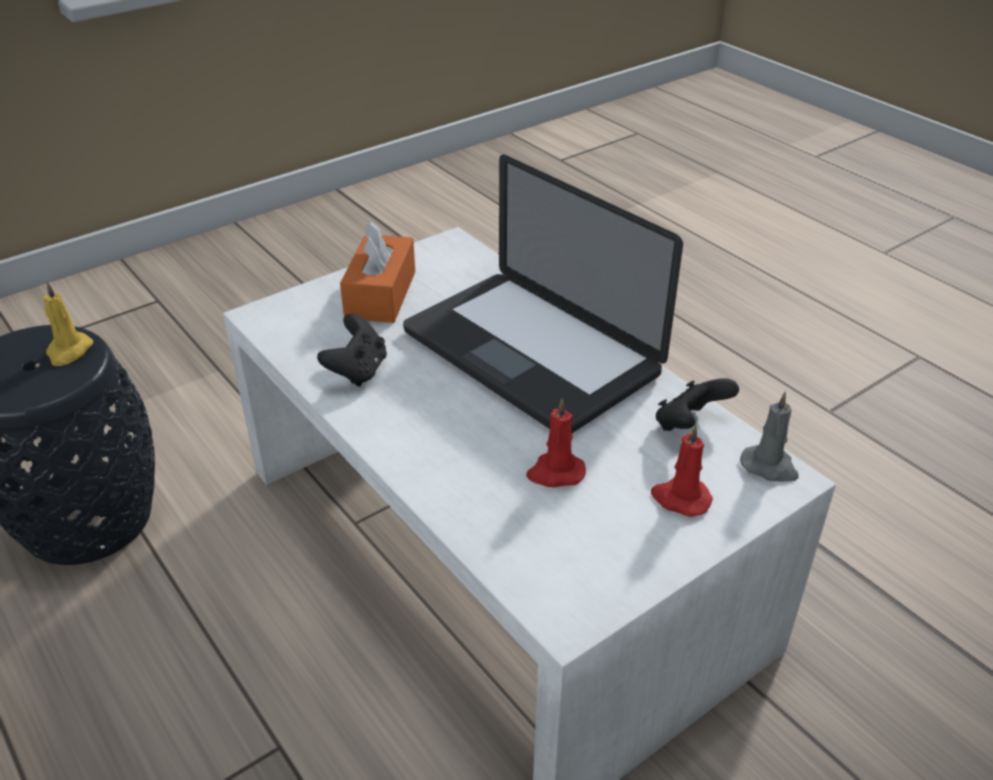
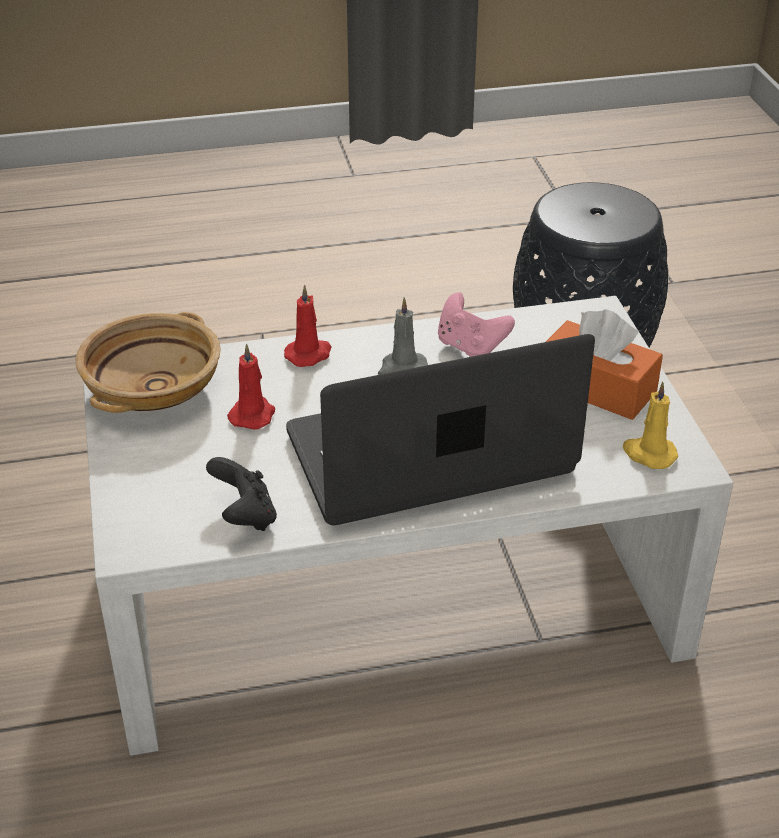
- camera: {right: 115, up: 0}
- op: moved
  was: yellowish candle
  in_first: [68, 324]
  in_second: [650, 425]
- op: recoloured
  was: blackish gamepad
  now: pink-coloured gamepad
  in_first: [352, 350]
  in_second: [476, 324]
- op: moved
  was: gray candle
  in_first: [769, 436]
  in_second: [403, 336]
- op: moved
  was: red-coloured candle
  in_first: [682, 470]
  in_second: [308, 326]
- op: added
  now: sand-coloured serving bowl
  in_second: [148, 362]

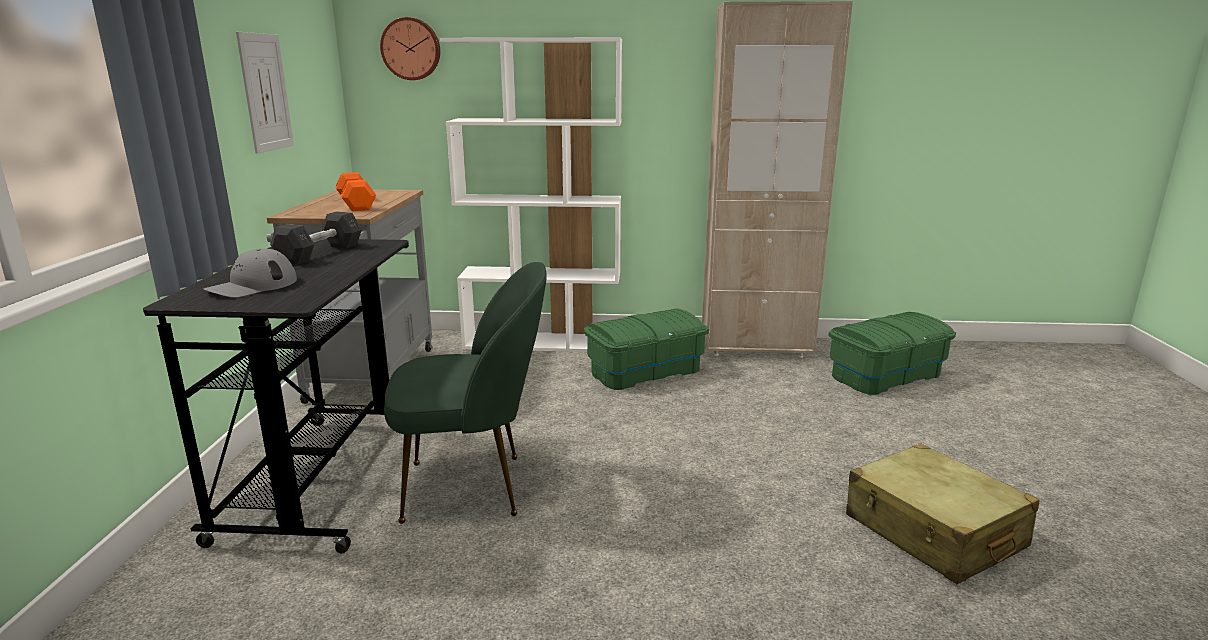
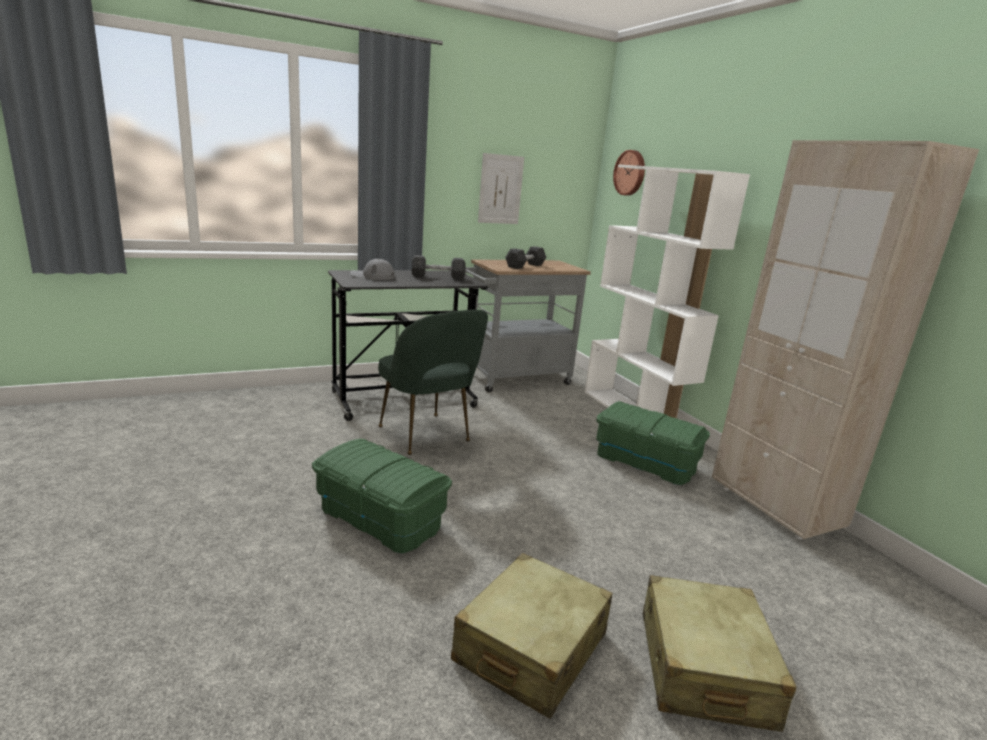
- camera: {right: 60, up: 0}
- op: recoloured
  was: orangey hand weight
  now: gray hand weight
  in_first: [355, 191]
  in_second: [525, 257]
- op: moved
  was: green-coloured storage box
  in_first: [892, 353]
  in_second: [382, 496]
- op: added
  now: sand-coloured travel case
  in_second: [719, 653]

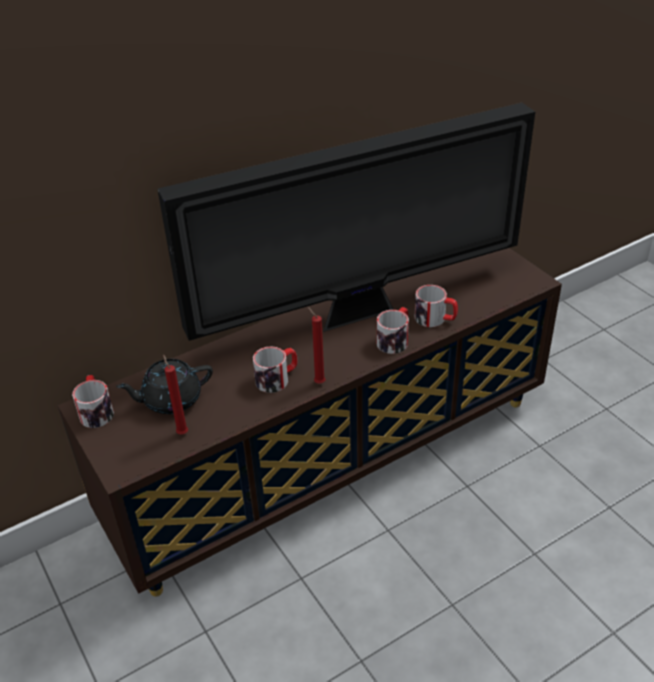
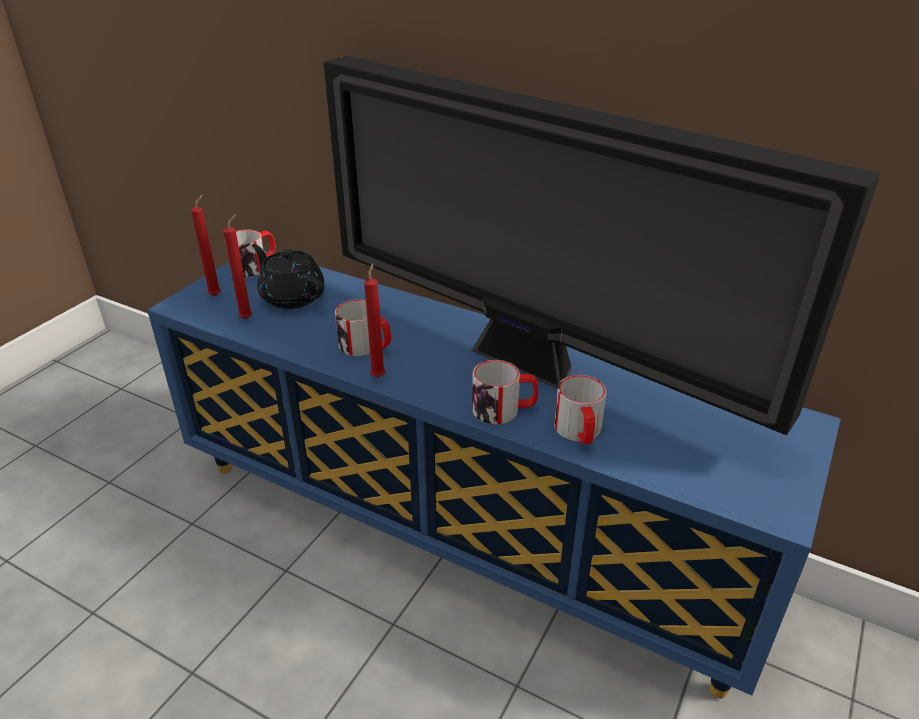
- camera: {right: 60, up: -5}
- op: recoloured
  was: brownish tv unit
  now: blue-coloured tv unit
  in_first: [310, 422]
  in_second: [494, 475]
- op: added
  now: red-coloured candle
  in_second: [206, 245]

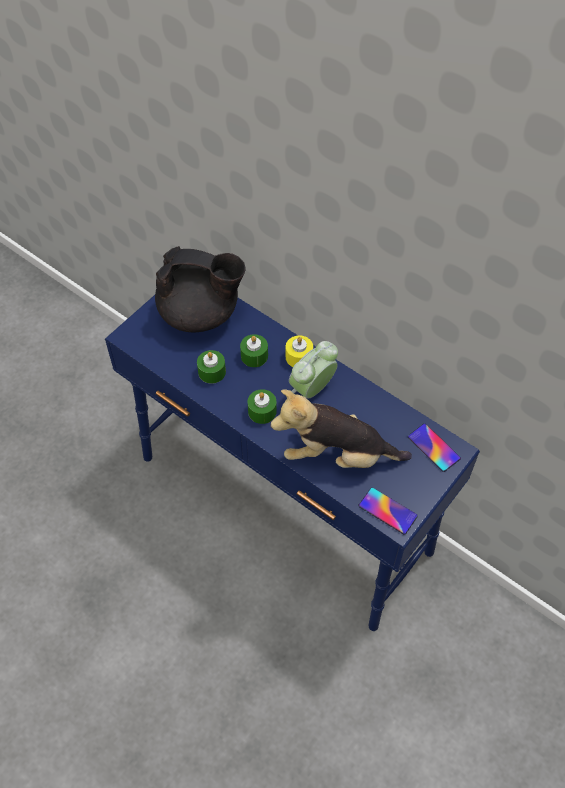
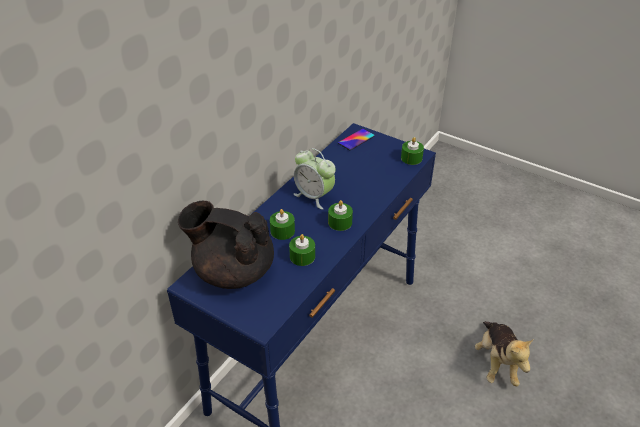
- camera: {right: -95, up: -15}
- op: turned
  was: blackish tea pot
  in_first: [200, 289]
  in_second: [226, 245]
  clockwise: -75
- op: removed
  was: yellowish candle
  in_first: [299, 351]
- op: moved
  was: soft toy
  in_first: [341, 428]
  in_second: [504, 353]
- op: replaced
  was: telephone
  now: green-coloured candle
  in_first: [388, 511]
  in_second: [412, 151]

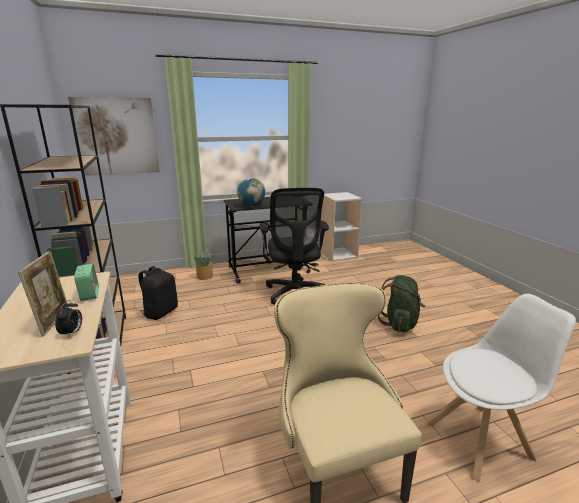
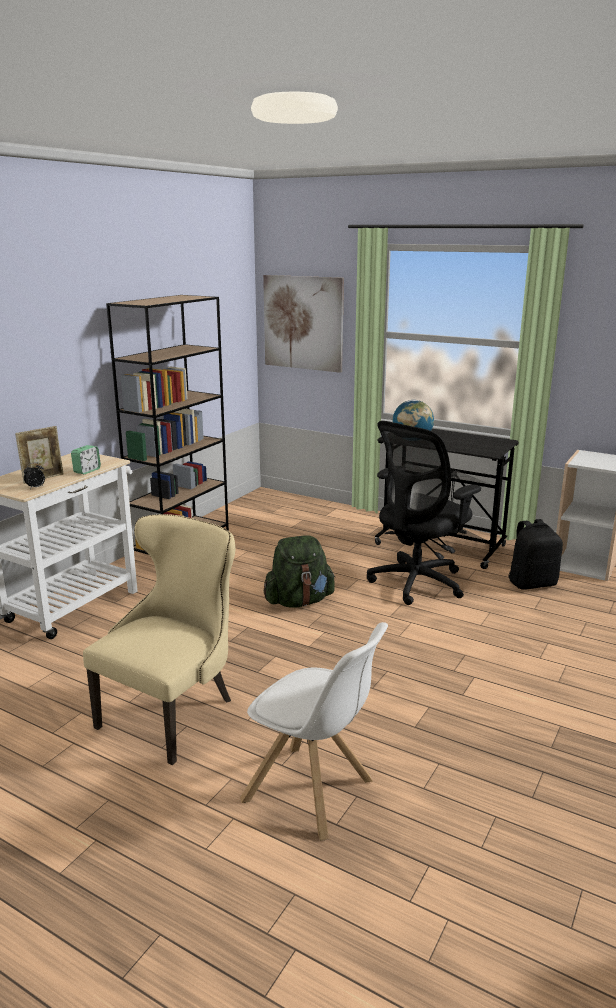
- camera: {right: 50, up: 0}
- op: removed
  was: plant in a pot
  in_first: [202, 265]
- op: moved
  was: blackish backpack
  in_first: [158, 293]
  in_second: [536, 554]
- op: moved
  was: green-coloured backpack
  in_first: [402, 303]
  in_second: [299, 571]

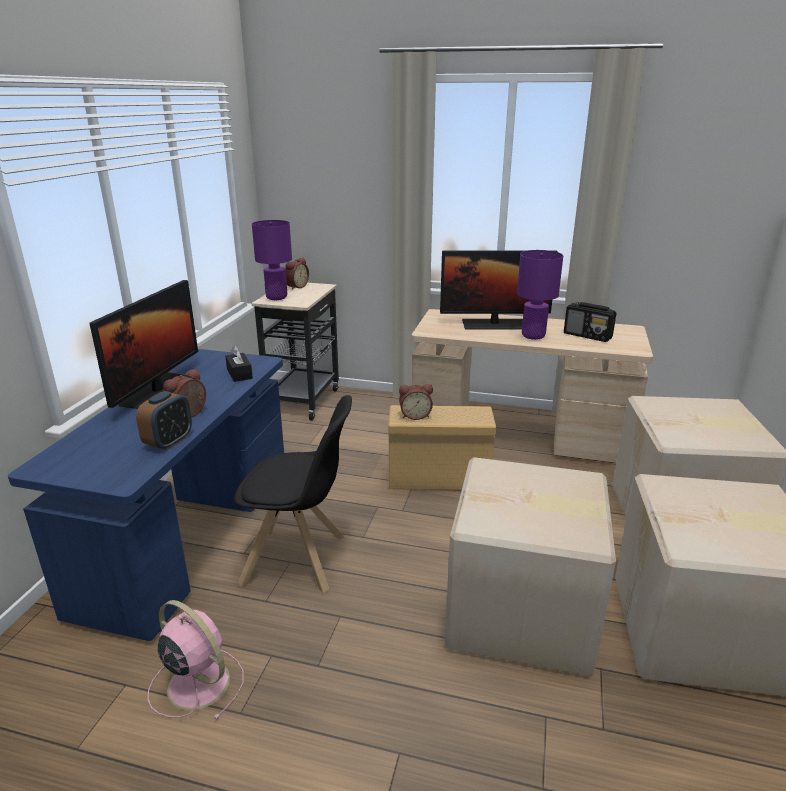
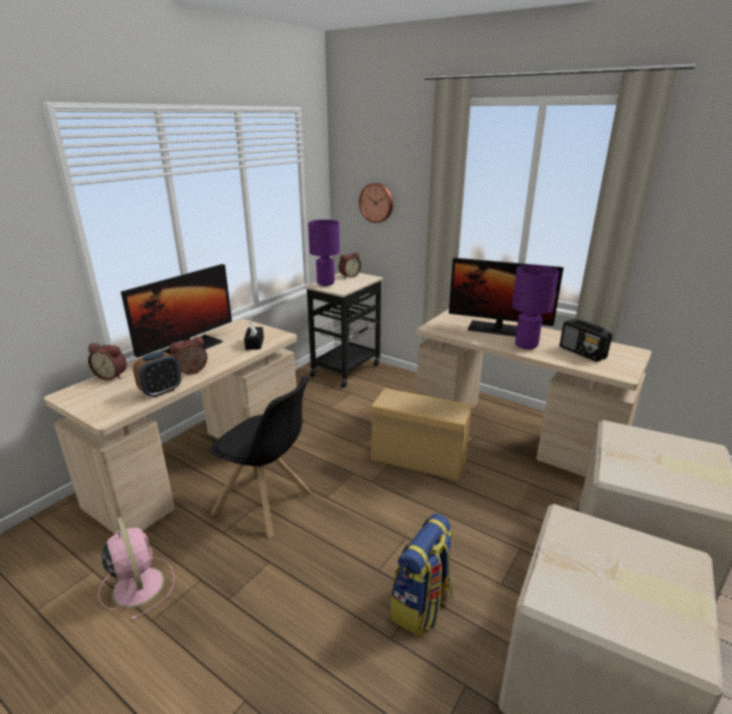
- camera: {right: 20, up: 0}
- op: recoloured
  was: blue-coloured desk table
  now: sand-coloured desk table
  in_first: [146, 495]
  in_second: [170, 426]
- op: moved
  was: alarm clock
  in_first: [416, 402]
  in_second: [107, 361]
- op: replaced
  was: carton
  now: backpack
  in_first: [530, 566]
  in_second: [422, 575]
- op: added
  now: hanging clock
  in_second: [376, 203]

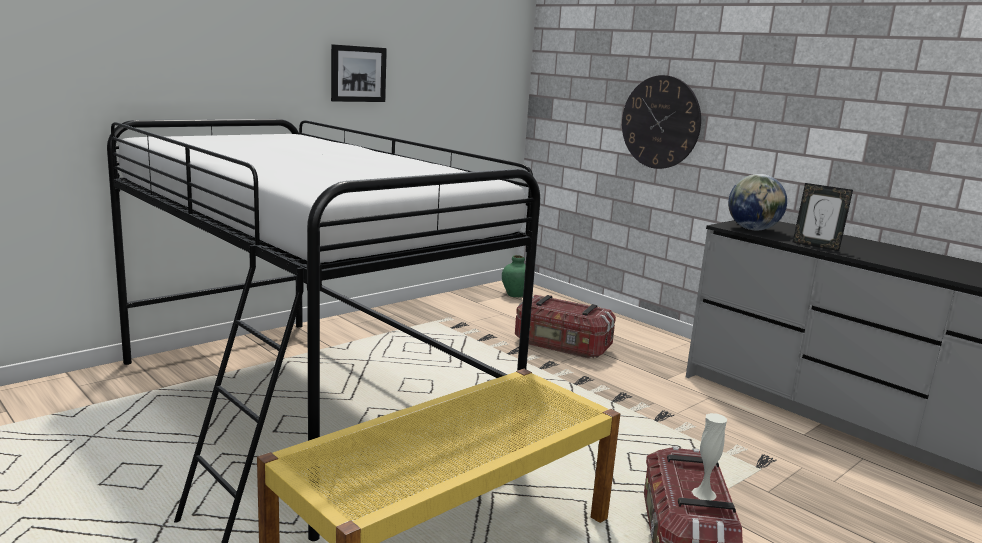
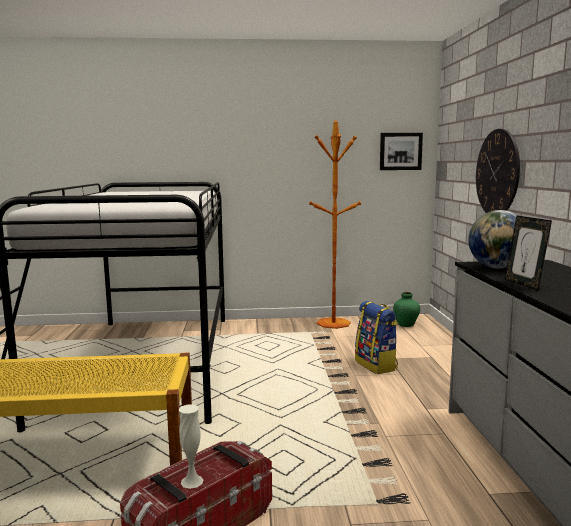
- camera: {right: 40, up: -5}
- op: moved
  was: wall art
  in_first: [359, 73]
  in_second: [401, 151]
- op: replaced
  was: storage box
  now: backpack
  in_first: [565, 327]
  in_second: [376, 337]
- op: added
  now: orangey garment stand
  in_second: [335, 224]

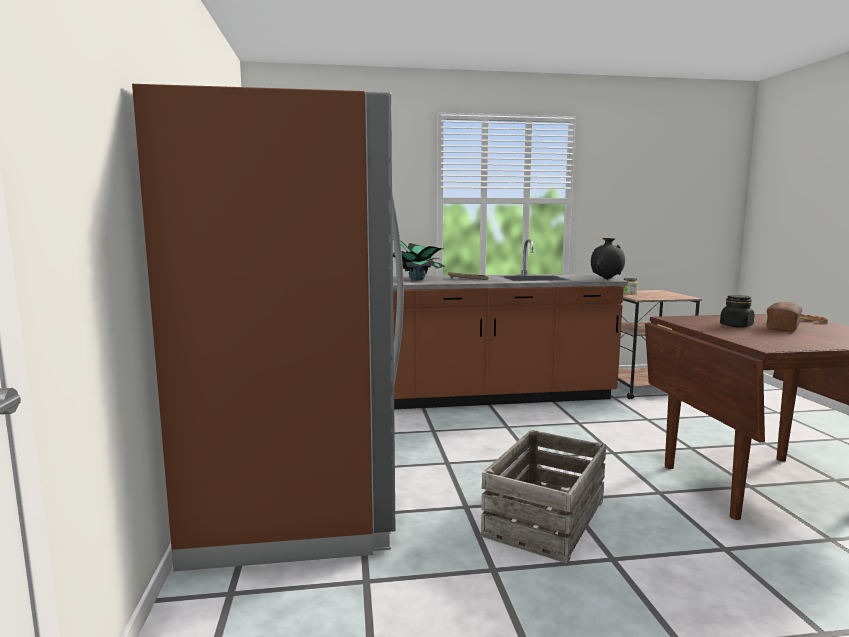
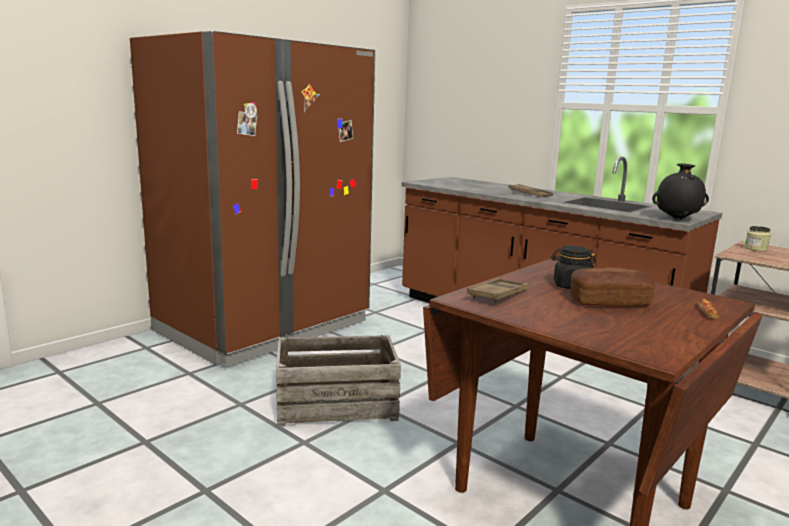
- camera: {right: 50, up: 5}
- op: removed
  was: plant in a pot
  in_first: [419, 260]
- op: added
  now: brownish carrying tray
  in_second: [498, 290]

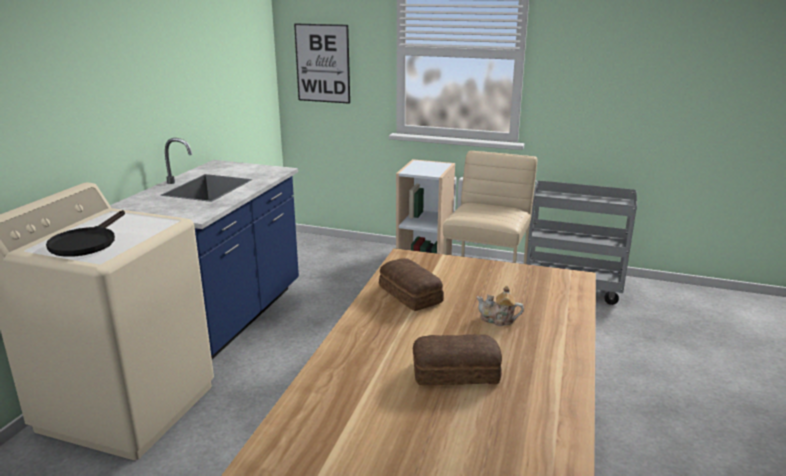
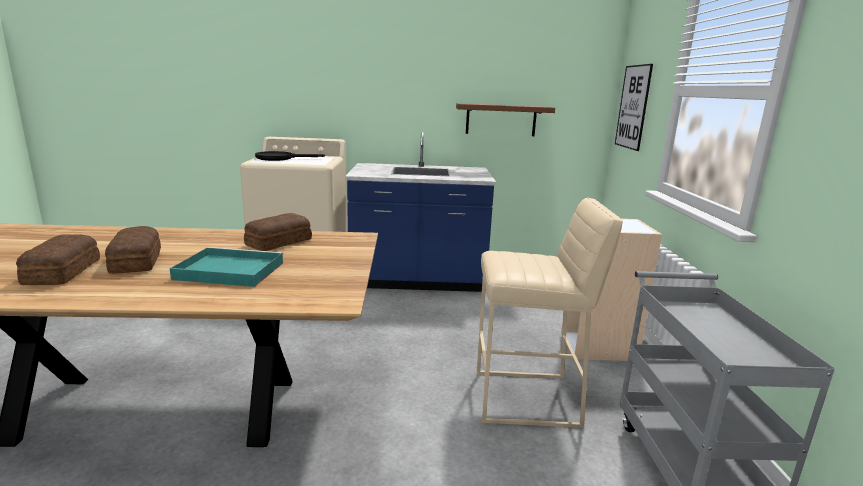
- camera: {right: 70, up: -5}
- op: replaced
  was: tea pot
  now: turquoise-coloured carrying tray
  in_first: [500, 306]
  in_second: [226, 267]
- op: added
  now: brownish bracket shelf
  in_second: [505, 119]
- op: added
  now: bakery bread
  in_second: [58, 259]

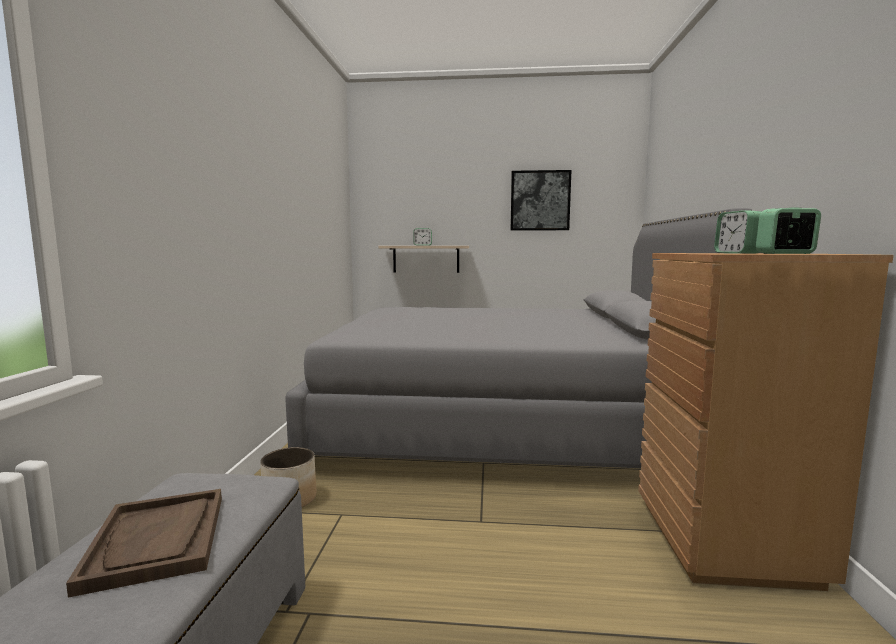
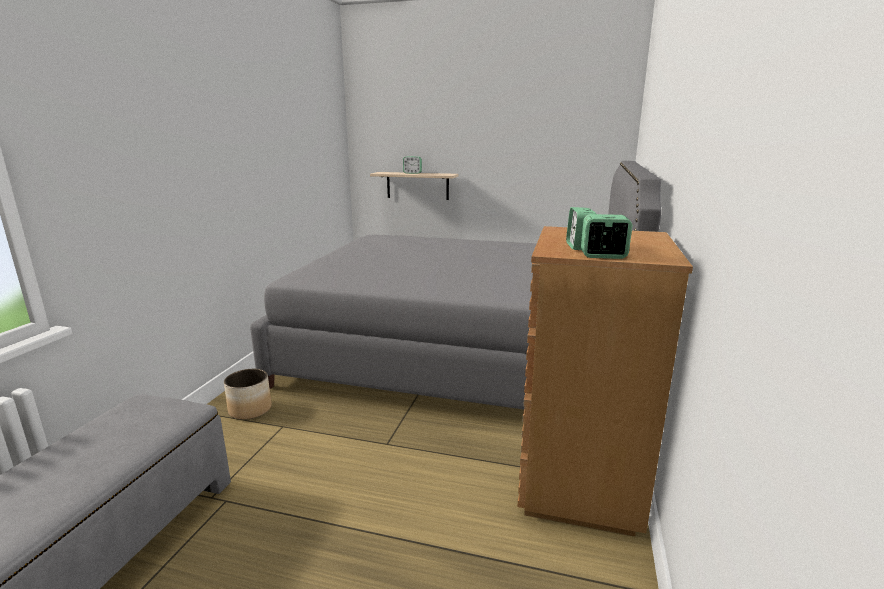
- camera: {right: 10, up: 10}
- op: removed
  was: wall art
  in_first: [541, 200]
- op: removed
  was: brownish carrying tray
  in_first: [144, 543]

